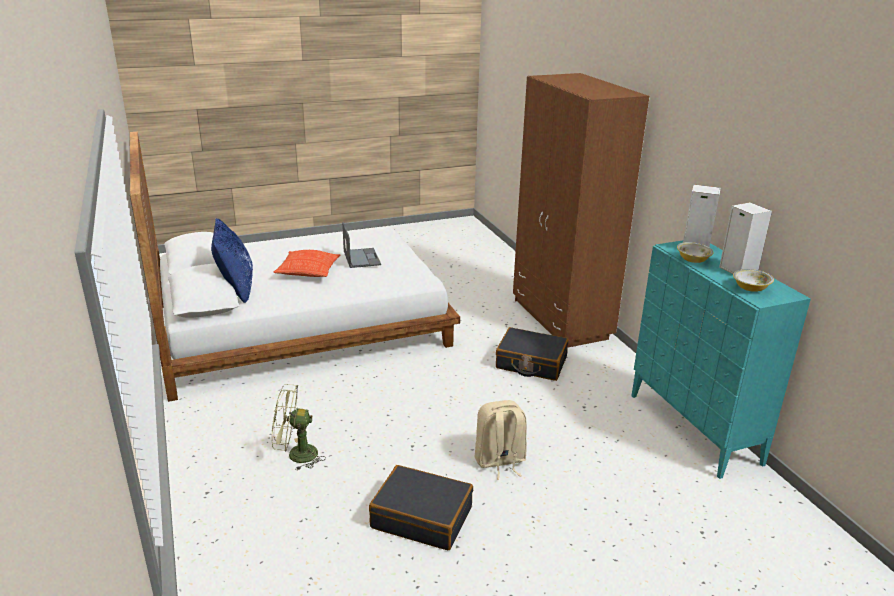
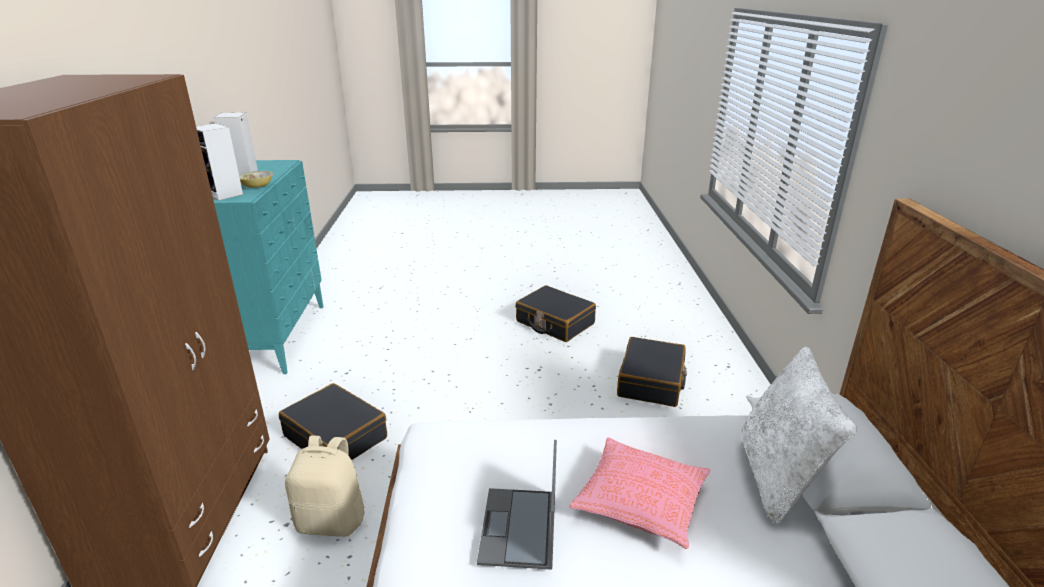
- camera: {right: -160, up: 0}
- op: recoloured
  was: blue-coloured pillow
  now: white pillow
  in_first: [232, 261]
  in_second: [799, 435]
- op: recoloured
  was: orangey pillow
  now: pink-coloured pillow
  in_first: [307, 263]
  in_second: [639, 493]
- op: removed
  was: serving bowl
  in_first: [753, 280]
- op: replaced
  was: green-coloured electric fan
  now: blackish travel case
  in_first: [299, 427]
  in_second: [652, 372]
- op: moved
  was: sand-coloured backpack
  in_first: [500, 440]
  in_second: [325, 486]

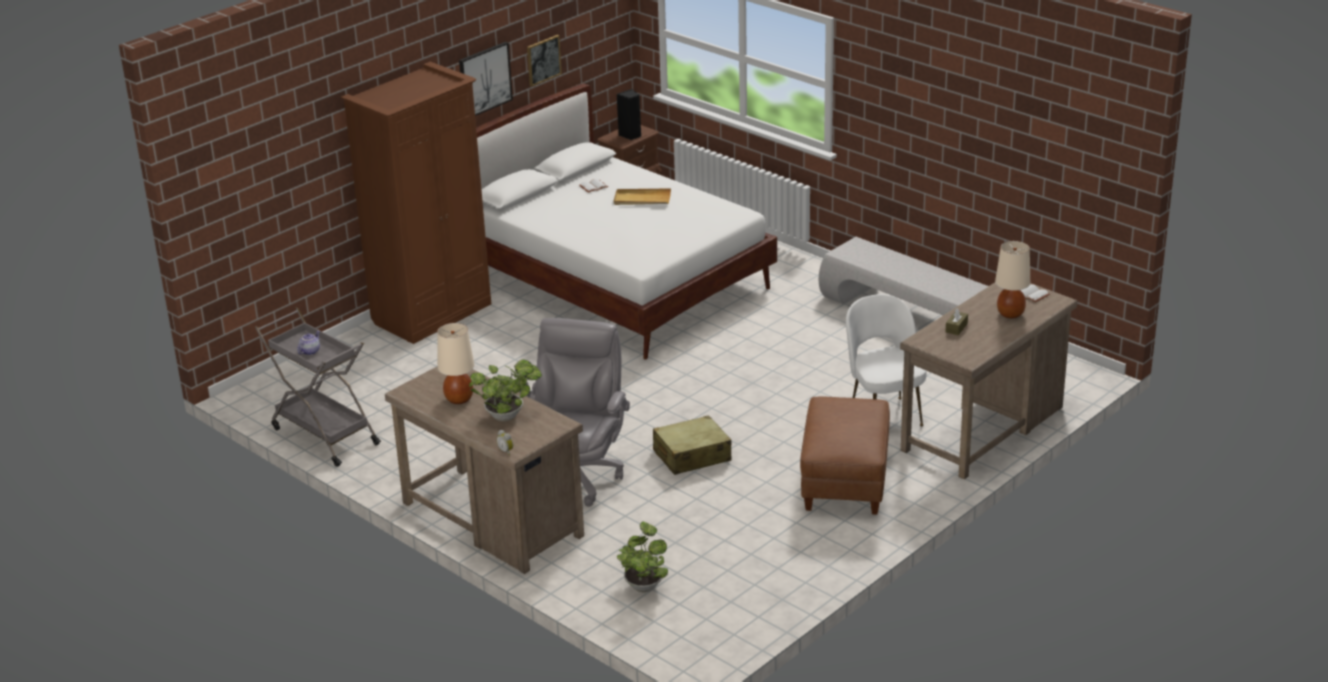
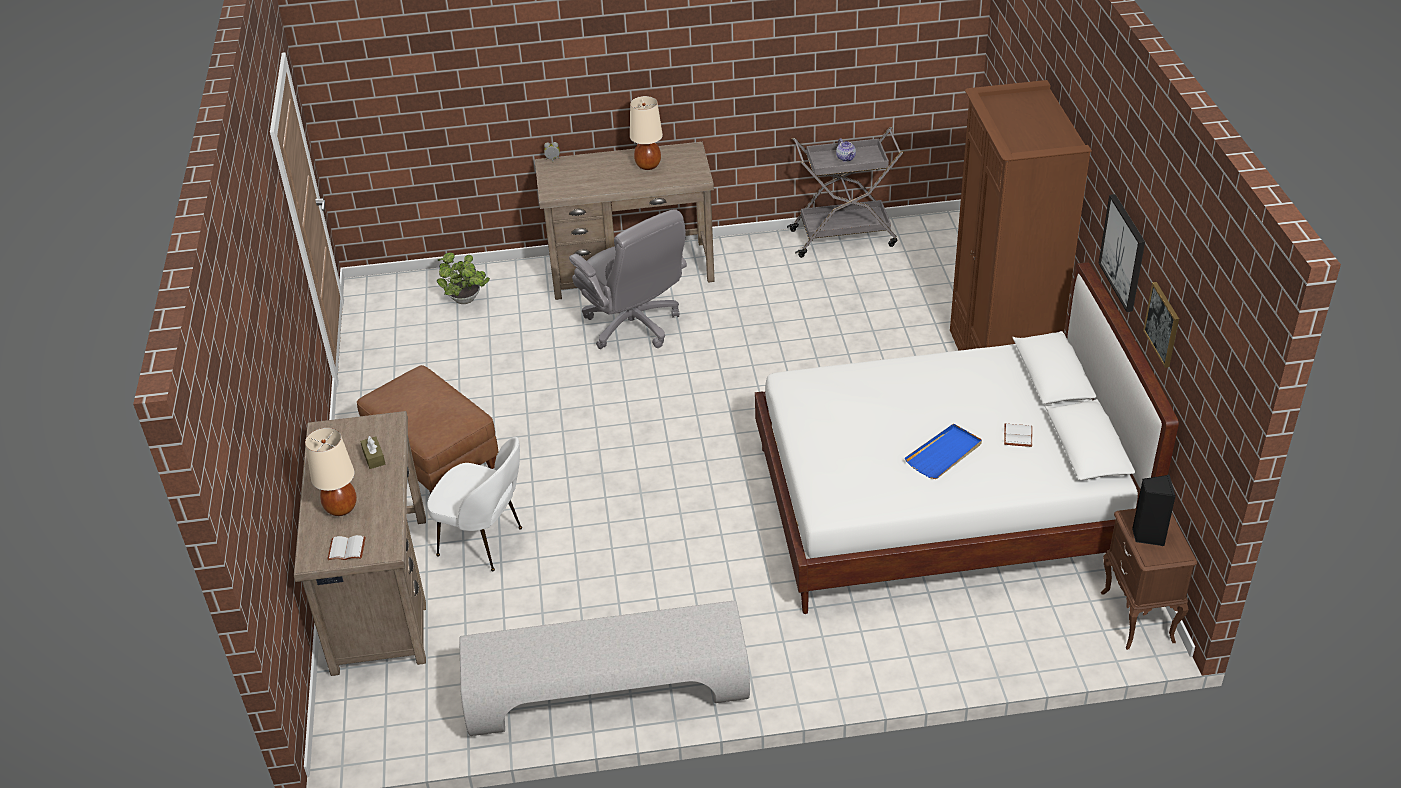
- camera: {right: 130, up: 10}
- op: recoloured
  was: sand-coloured carrying tray
  now: blue-coloured carrying tray
  in_first: [642, 196]
  in_second: [943, 451]
- op: removed
  was: plant in a pot
  in_first: [505, 390]
- op: removed
  was: sand-coloured travel case
  in_first: [692, 445]

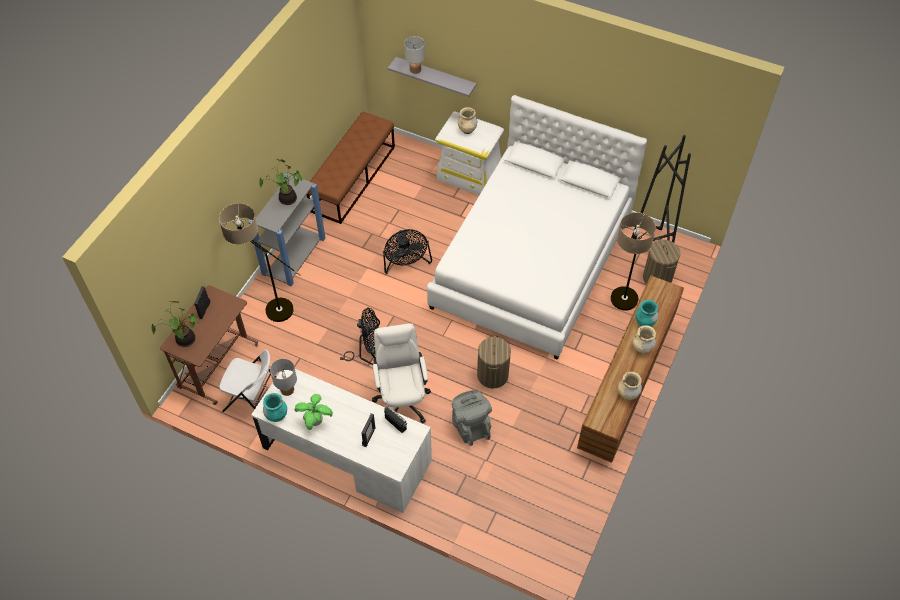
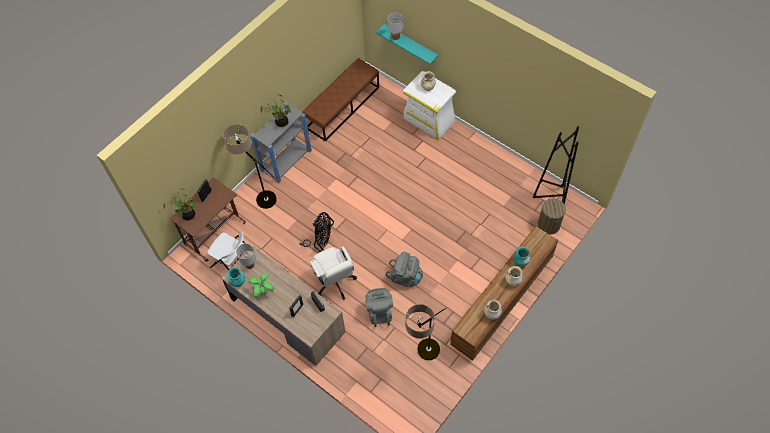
- camera: {right: 15, up: 5}
- op: recoloured
  was: gray bracket shelf
  now: turquoise-coloured bracket shelf
  in_first: [432, 77]
  in_second: [407, 44]
- op: removed
  was: white sleeping bed
  in_first: [537, 227]
- op: moved
  was: floor lamp
  in_first: [633, 261]
  in_second: [426, 332]
- op: removed
  was: blackish electric fan
  in_first: [407, 251]
- op: turned
  was: white desk chair
  in_first: [401, 373]
  in_second: [333, 273]
  clockwise: 150
- op: replaced
  was: hamper
  now: gray backpack
  in_first: [494, 361]
  in_second: [404, 269]
- op: recoloured
  was: white desk table
  now: brownish desk table
  in_first: [341, 441]
  in_second: [283, 306]

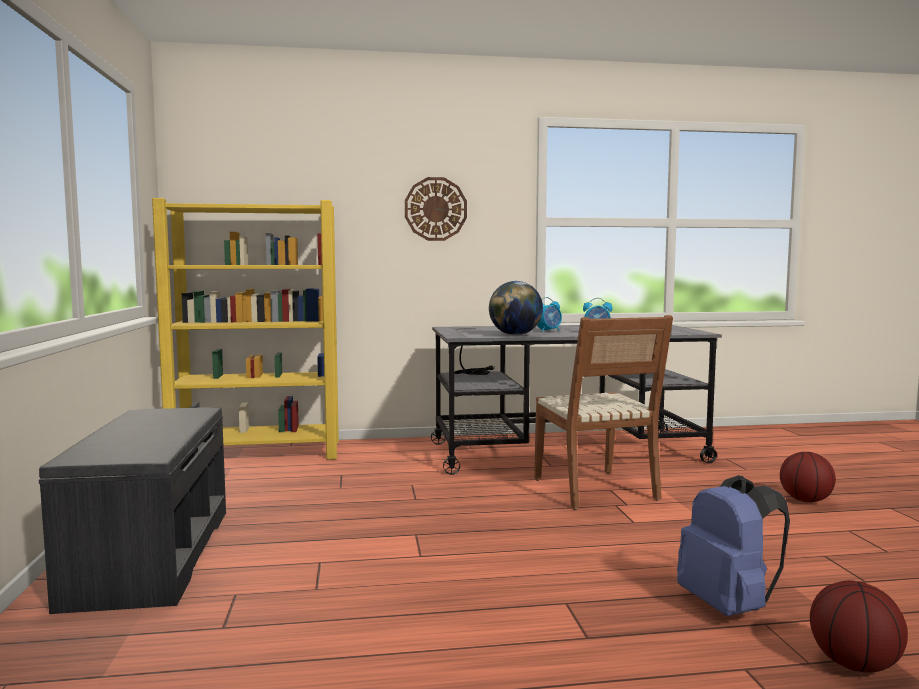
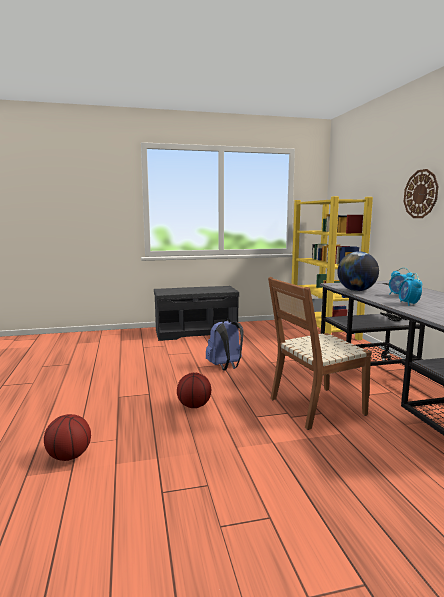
- camera: {right: 85, up: 5}
- op: moved
  was: basketball ball
  in_first: [808, 477]
  in_second: [194, 390]
- op: moved
  was: blue-coloured backpack
  in_first: [733, 545]
  in_second: [225, 345]

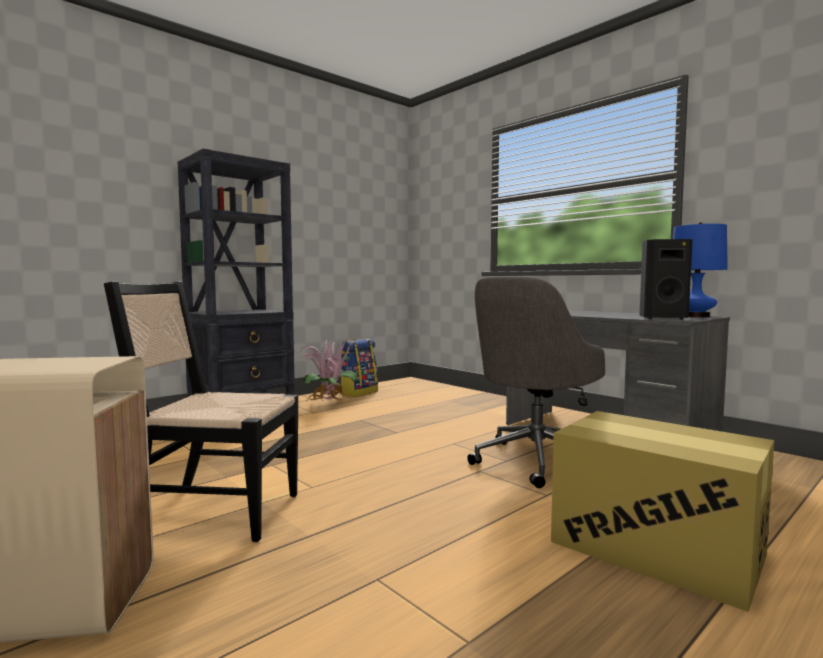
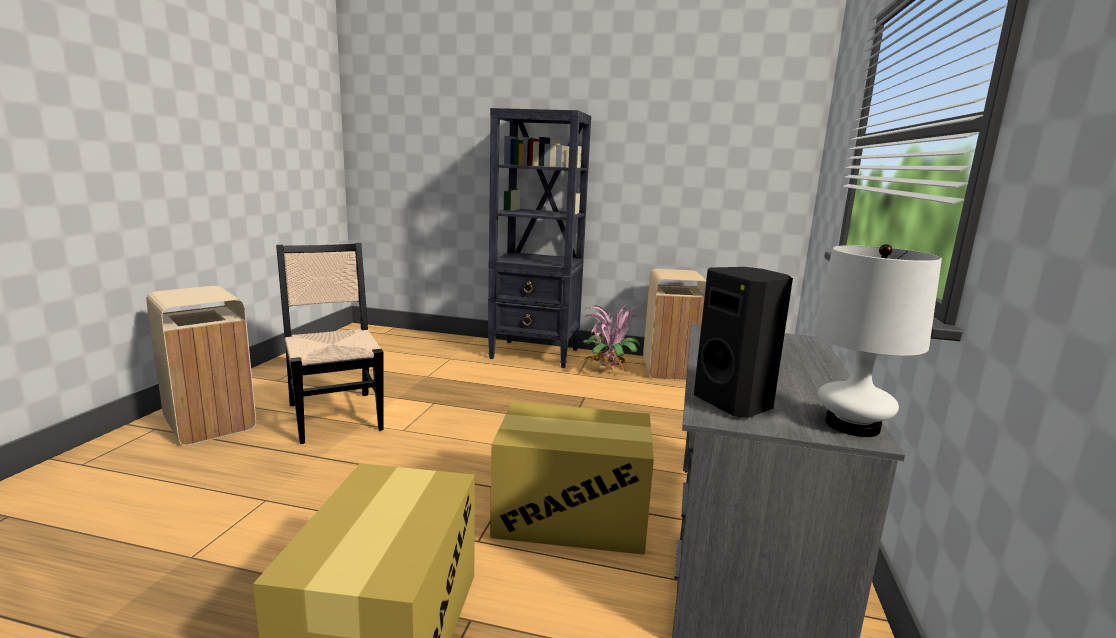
- camera: {right: 55, up: 10}
- op: recoloured
  was: blue-coloured table lamp
  now: white table lamp
  in_first: [700, 269]
  in_second: [877, 340]
- op: replaced
  was: gray desk chair
  now: carton
  in_first: [536, 382]
  in_second: [572, 478]
- op: replaced
  was: backpack
  now: sand-coloured trash can
  in_first: [359, 367]
  in_second: [674, 325]

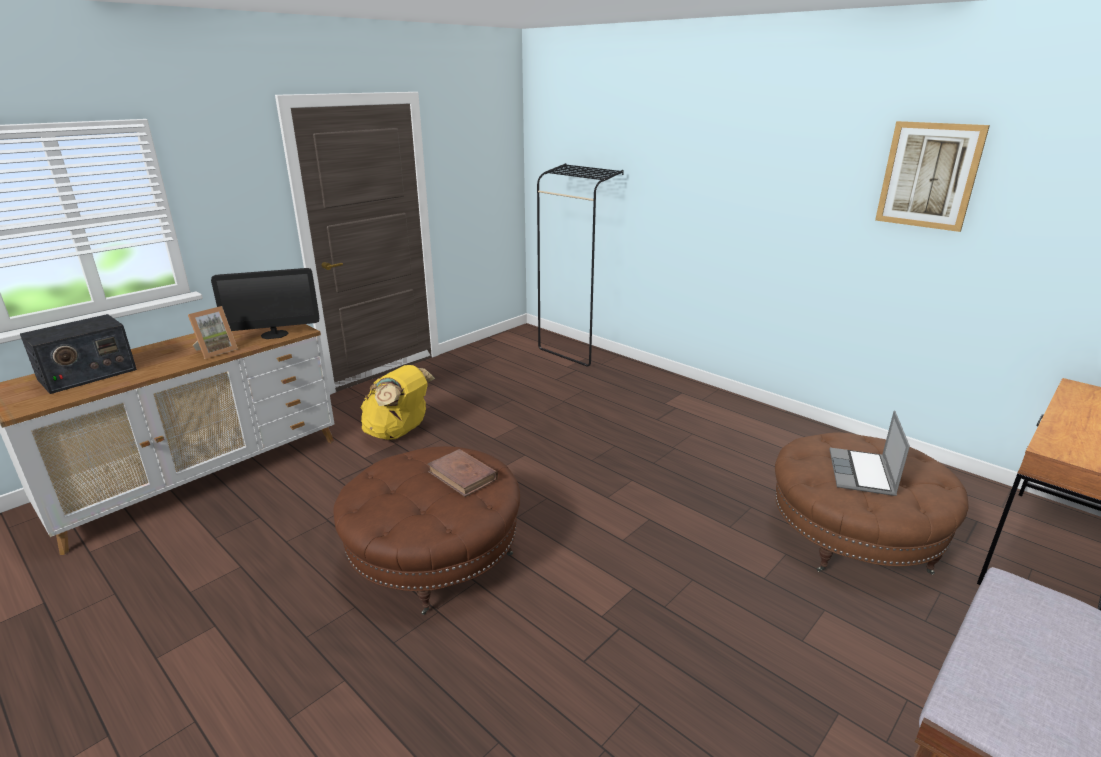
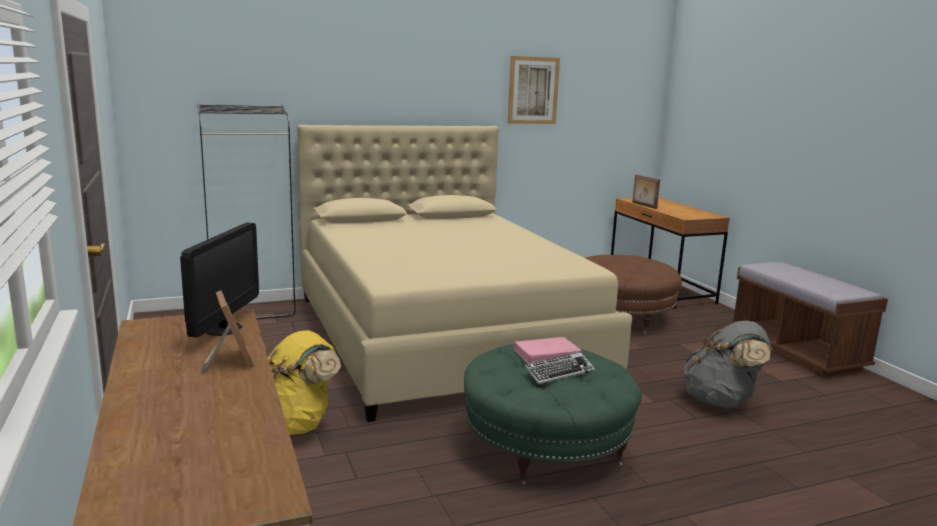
- camera: {right: -65, up: -10}
- op: removed
  was: radio receiver
  in_first: [78, 354]
- op: removed
  was: portable computer
  in_first: [869, 453]
- op: recoloured
  was: brownish footrest
  now: green-coloured footrest
  in_first: [426, 530]
  in_second: [553, 415]
- op: recoloured
  was: brownish volume
  now: pink-coloured volume
  in_first: [462, 473]
  in_second: [547, 350]
- op: added
  now: sand-coloured sleeping bed
  in_second: [464, 273]
- op: added
  now: picture frame
  in_second: [646, 191]
- op: added
  now: gray backpack
  in_second: [728, 365]
- op: added
  now: computer keyboard
  in_second: [560, 368]

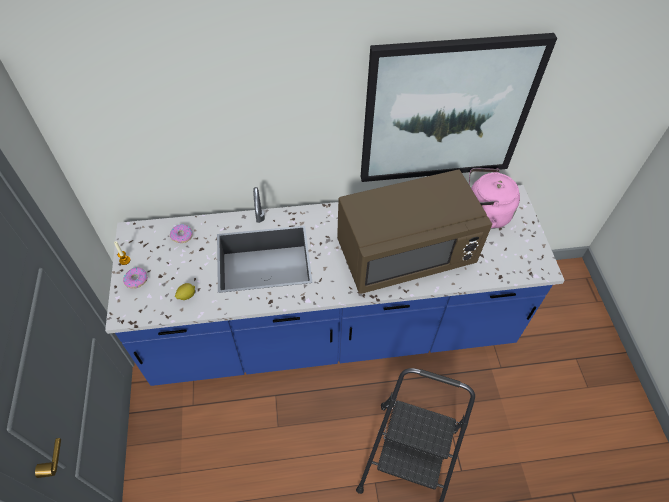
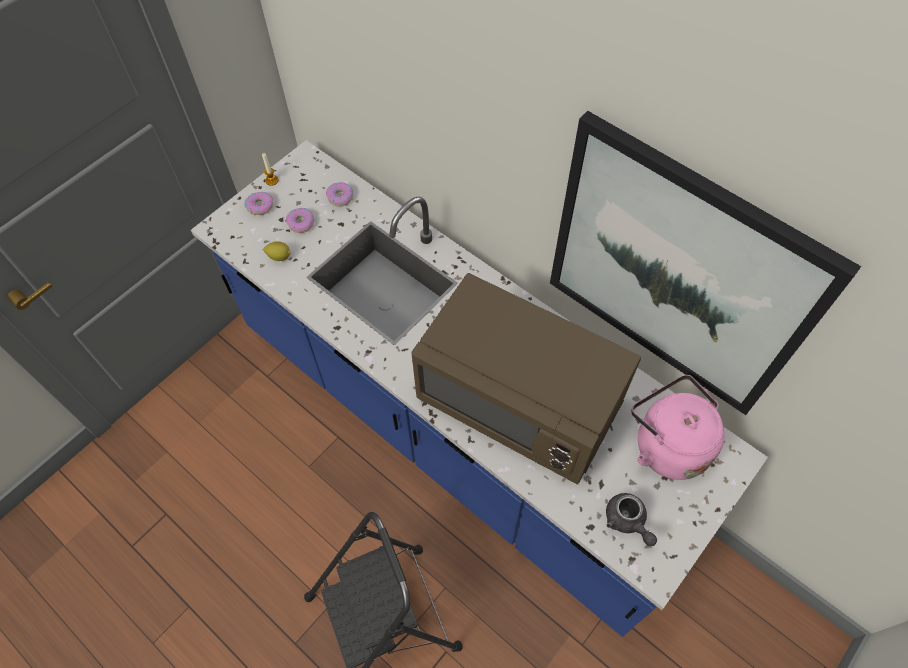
- camera: {right: 50, up: 5}
- op: added
  now: donut
  in_second: [300, 220]
- op: added
  now: gray tea pot
  in_second: [631, 519]

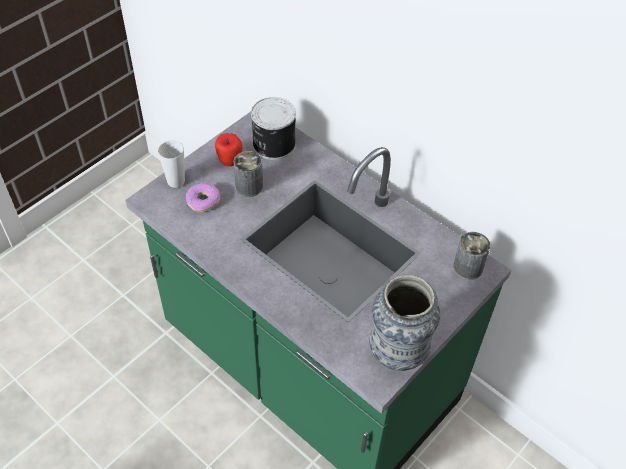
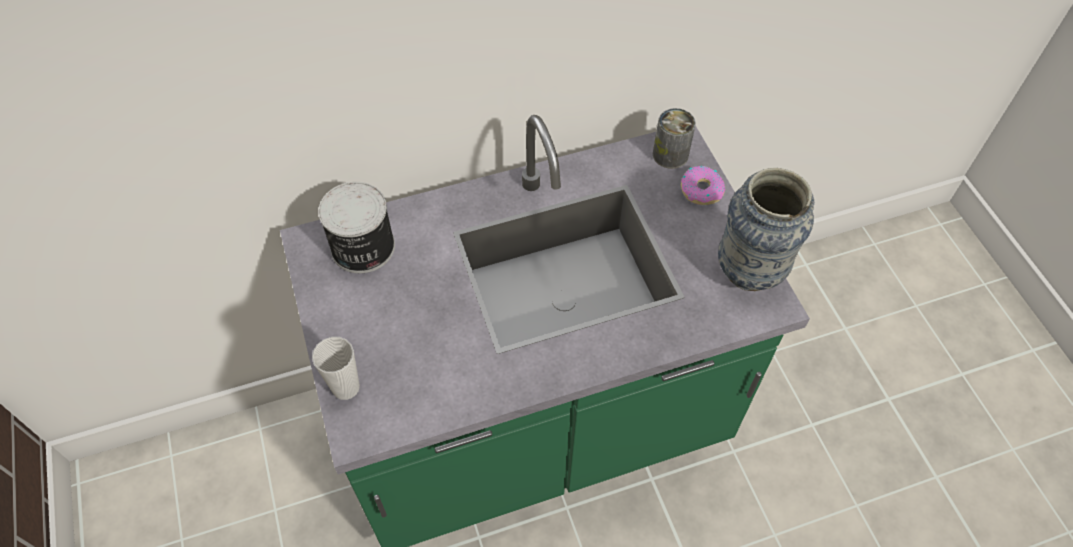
- camera: {right: -60, up: 5}
- op: removed
  was: apple fruit
  in_first: [229, 150]
- op: removed
  was: metal can
  in_first: [248, 174]
- op: moved
  was: donut
  in_first: [203, 197]
  in_second: [703, 185]

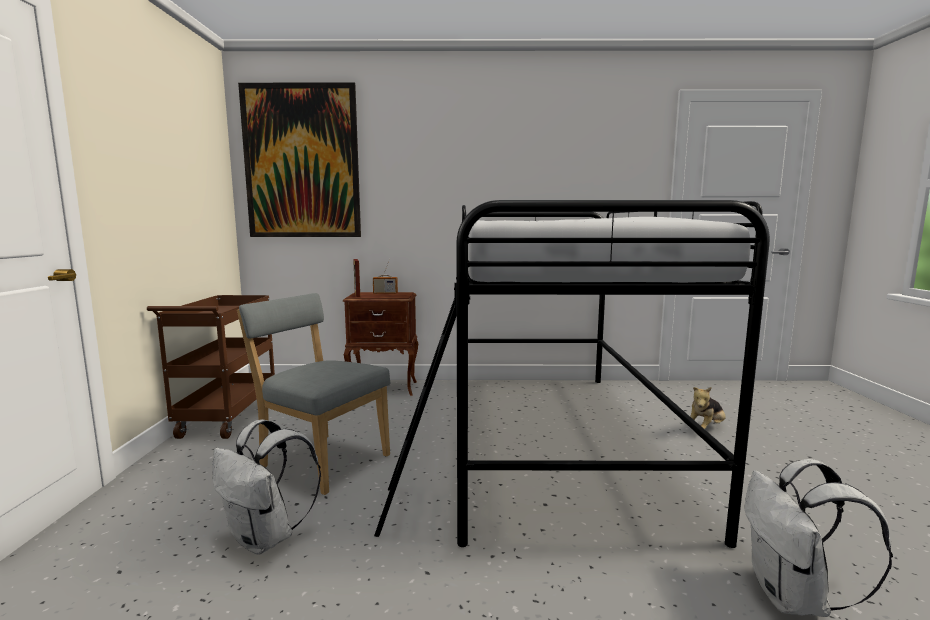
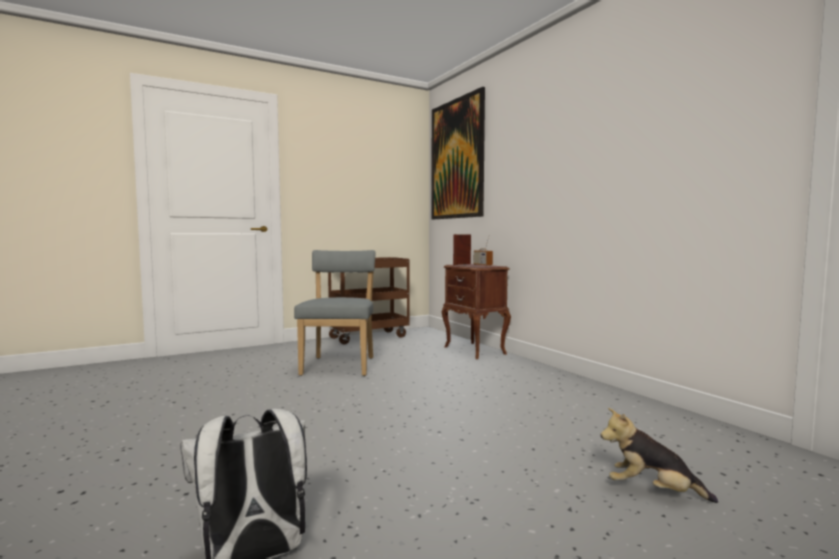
- camera: {right: 60, up: -5}
- op: removed
  was: blackish sleeping bed
  in_first: [572, 374]
- op: removed
  was: white backpack
  in_first: [266, 487]

